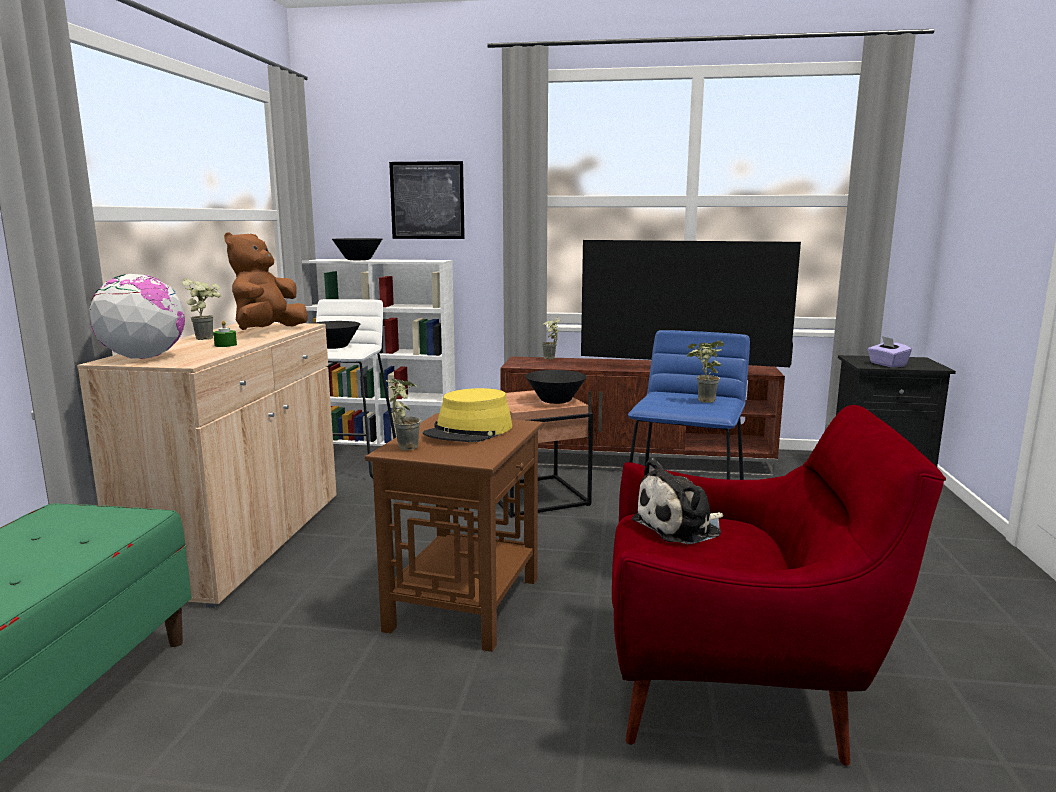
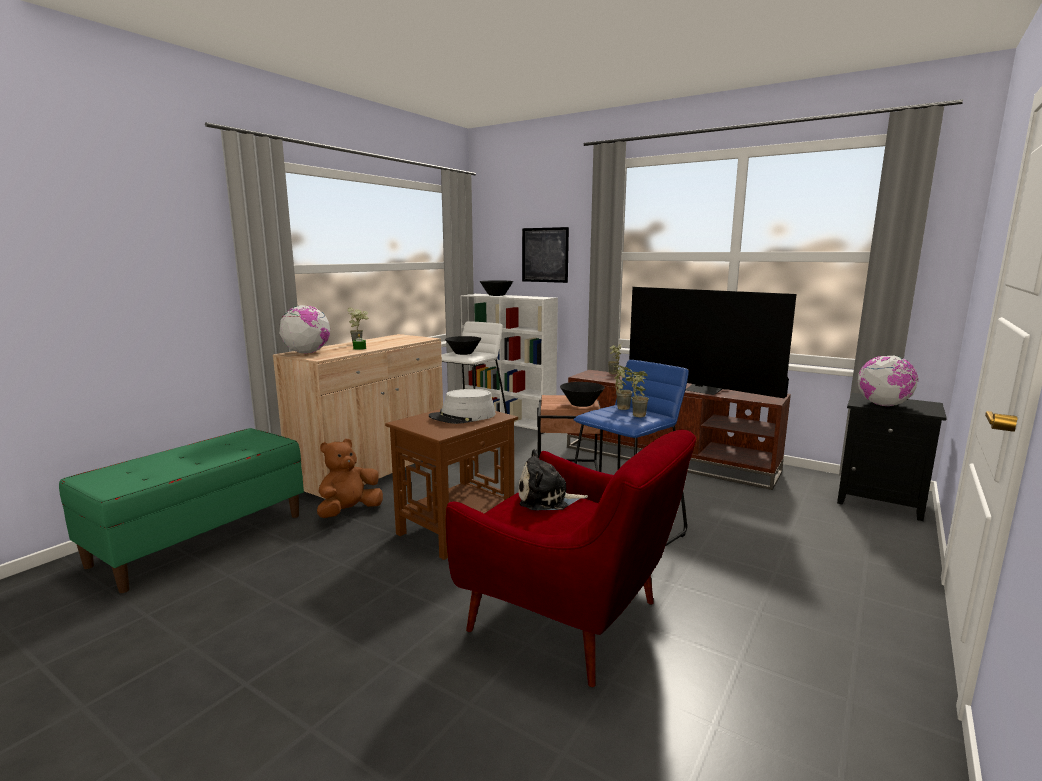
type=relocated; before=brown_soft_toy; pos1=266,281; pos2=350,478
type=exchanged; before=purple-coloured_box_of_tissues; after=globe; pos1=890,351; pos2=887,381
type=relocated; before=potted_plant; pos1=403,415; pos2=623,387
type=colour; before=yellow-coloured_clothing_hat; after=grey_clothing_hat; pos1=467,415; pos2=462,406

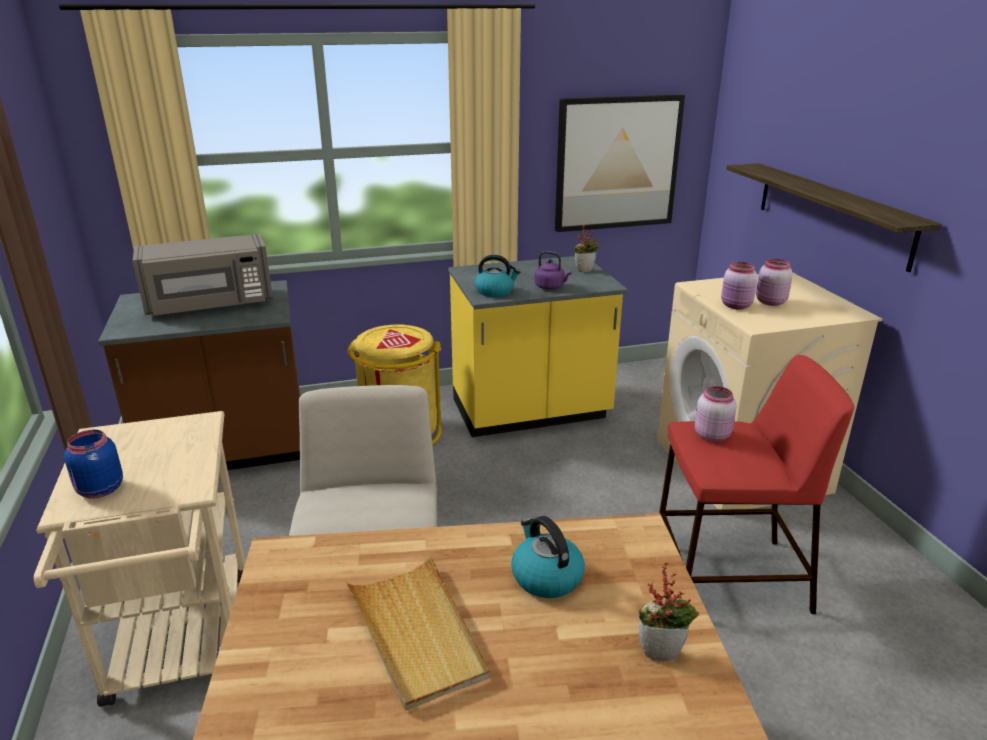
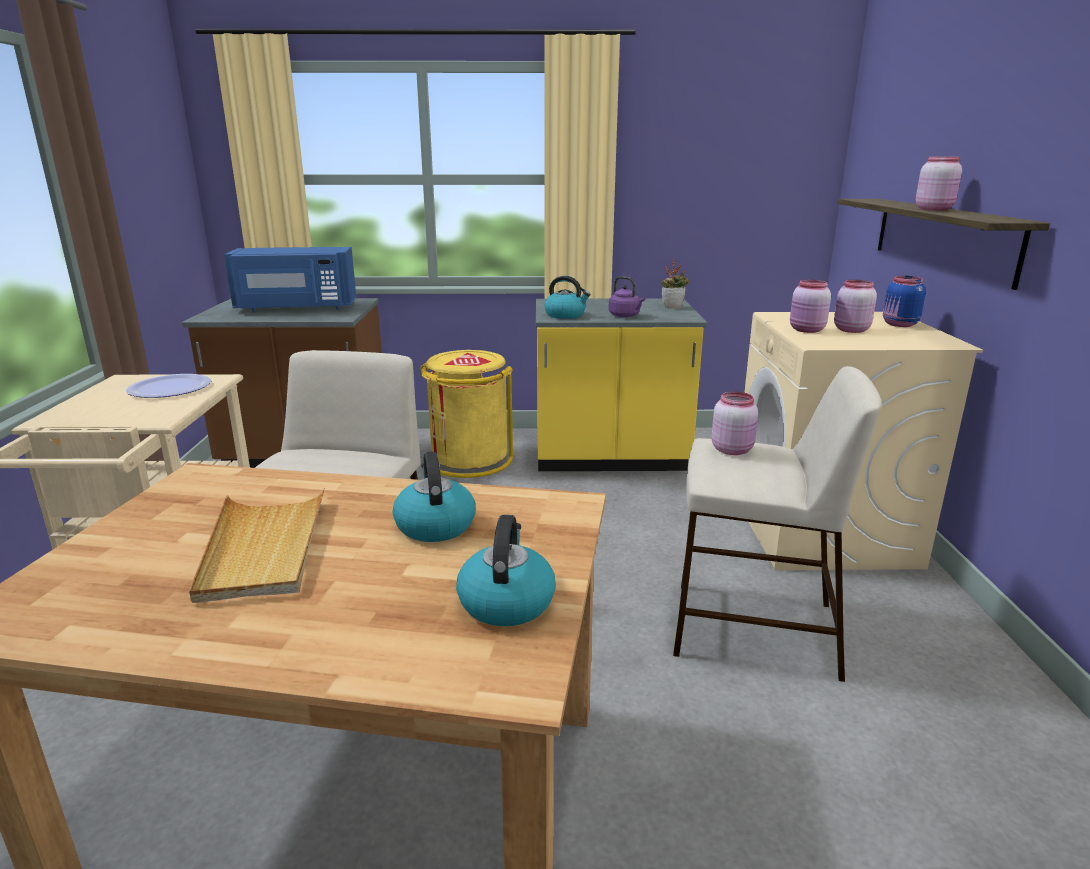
type=missing; before=wall_picture; pos1=620,163
type=colour; before=grey_microwave_oven; after=blue_microwave_oven; pos1=203,275; pos2=290,279
type=colour; before=red_stool_seat; after=beige-coloured_stool_seat; pos1=756,484; pos2=777,524
type=relocated; before=blue_jar; pos1=93,464; pos2=904,301
type=exchanged; before=potted_plant; after=tea_kettle; pos1=669,611; pos2=506,570
type=appeared; after=pinkish_jar; pos2=939,183
type=appeared; after=flat_dish; pos2=168,386

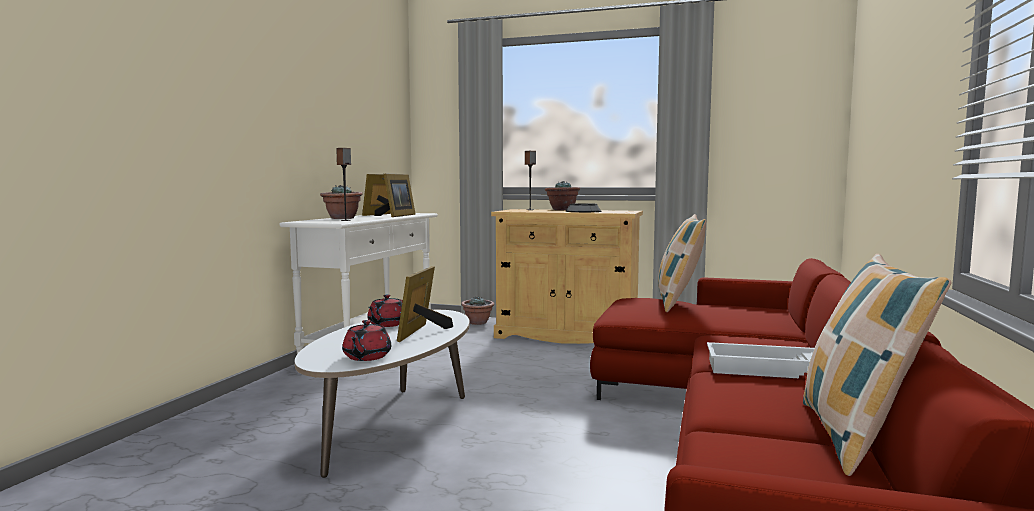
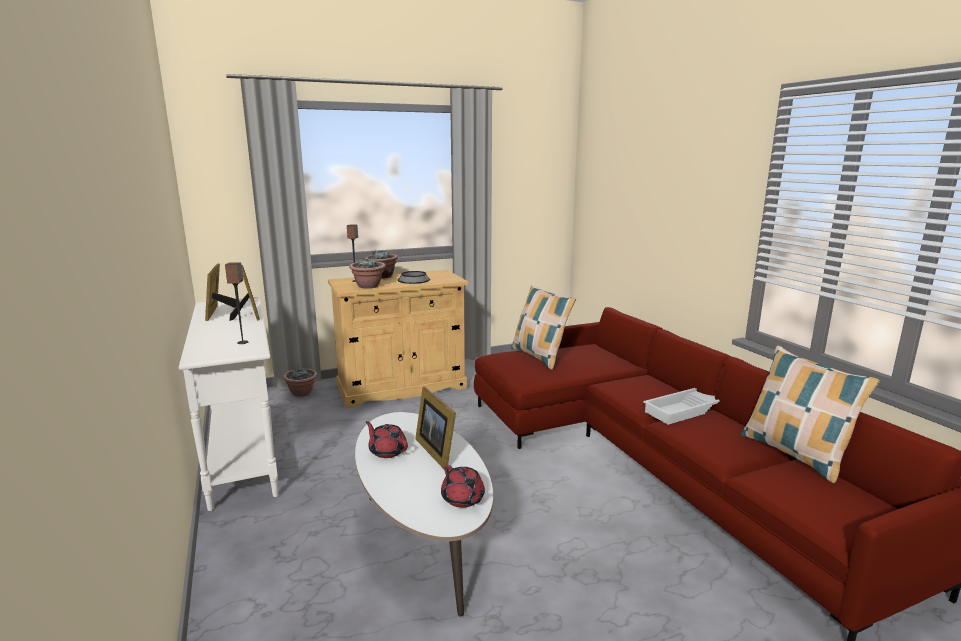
type=relocated; before=potted_plant; pos1=341,202; pos2=367,273
type=spun; before=red_pot_for_tea; pos1=385,310; pos2=387,439; turn=150

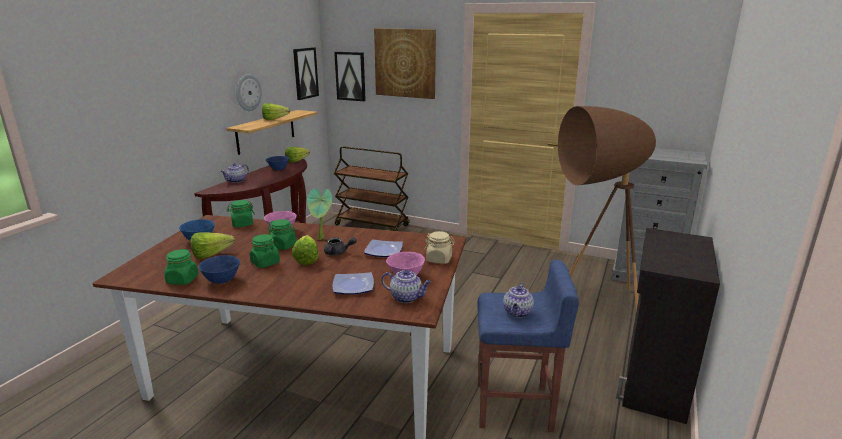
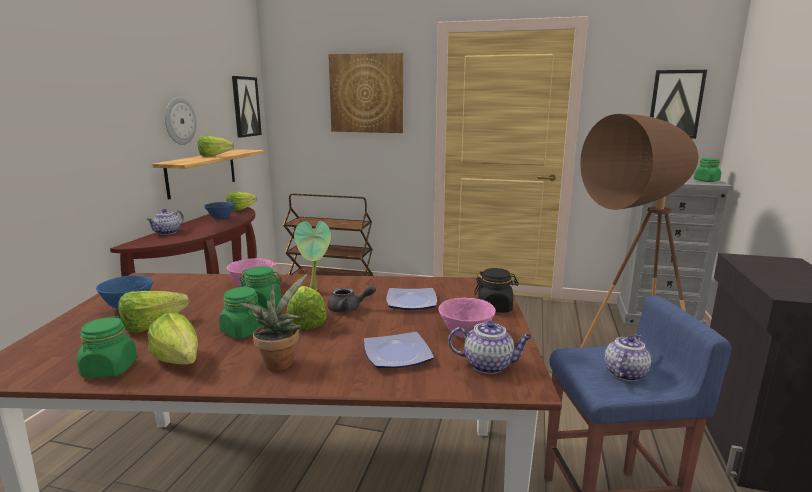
type=relocated; before=wall_picture; pos1=350,76; pos2=678,104
type=relocated; before=green_jar; pos1=241,213; pos2=707,170
type=colour; before=beige-coloured_jar; after=blackish_jar; pos1=439,247; pos2=496,290
type=exchanged; before=blue_serving_bowl; after=lettuce_head; pos1=219,269; pos2=172,338
type=spun; before=pot_for_tea; pos1=518,300; pos2=627,357; turn=-150
type=appeared; after=potted_plant; pos2=273,322

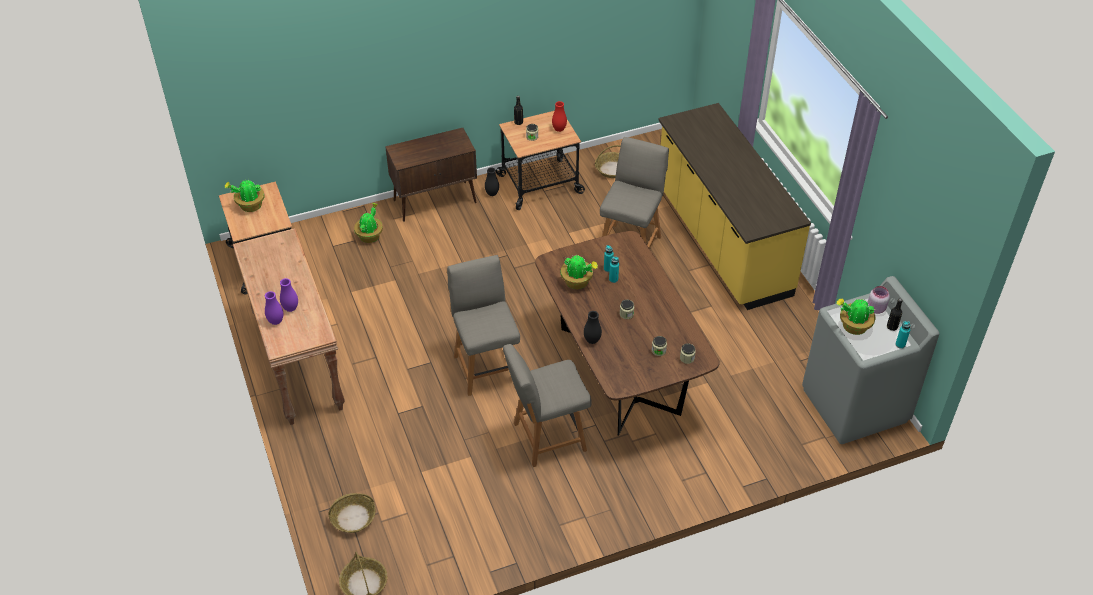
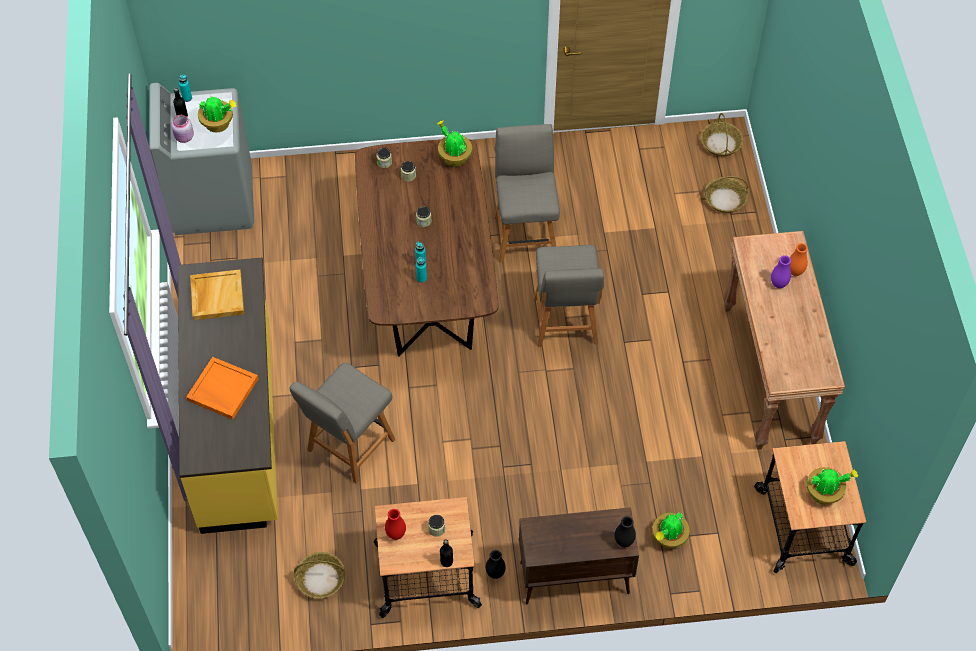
type=relocated; before=potted_plant; pos1=579,272; pos2=454,144
type=colour; before=purple-coloured_decorative_vase; after=orangey_decorative_vase; pos1=274,308; pos2=799,259
type=relocated; before=blackish_decorative_vase; pos1=593,327; pos2=625,531
type=spun; before=grey_plain_chair; pos1=547,405; pos2=527,193; turn=-90
type=appeared; after=beige-coloured_tray; pos2=217,294
type=appeared; after=orangey_tray; pos2=222,388

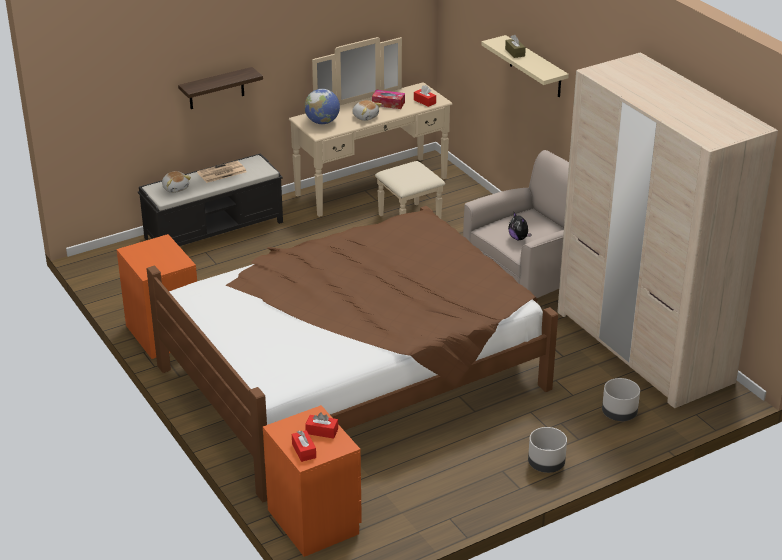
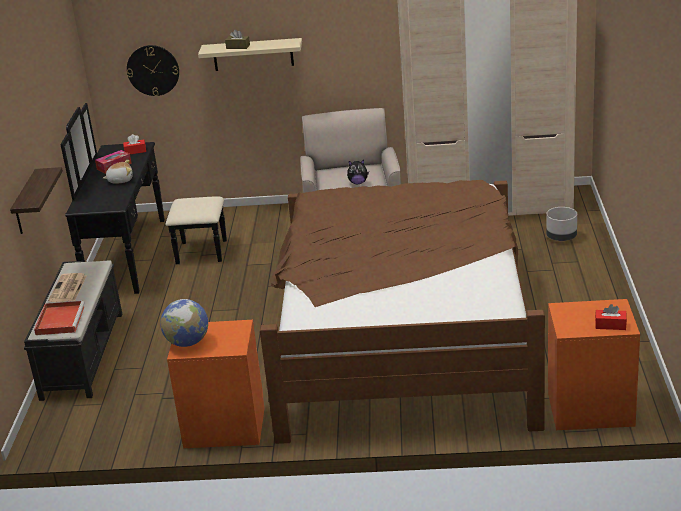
type=colour; before=beige-coloured_chest_of_drawers; after=blackish_chest_of_drawers; pos1=370,128; pos2=143,198
type=relocated; before=globe; pos1=322,106; pos2=184,323
type=exchanged; before=soft_toy; after=red_tray; pos1=176,182; pos2=59,318
type=missing; before=red_box_of_tissues; pos1=321,425
type=missing; before=grey_flower_pot; pos1=547,450
type=appeared; after=wall_clock; pos2=153,70

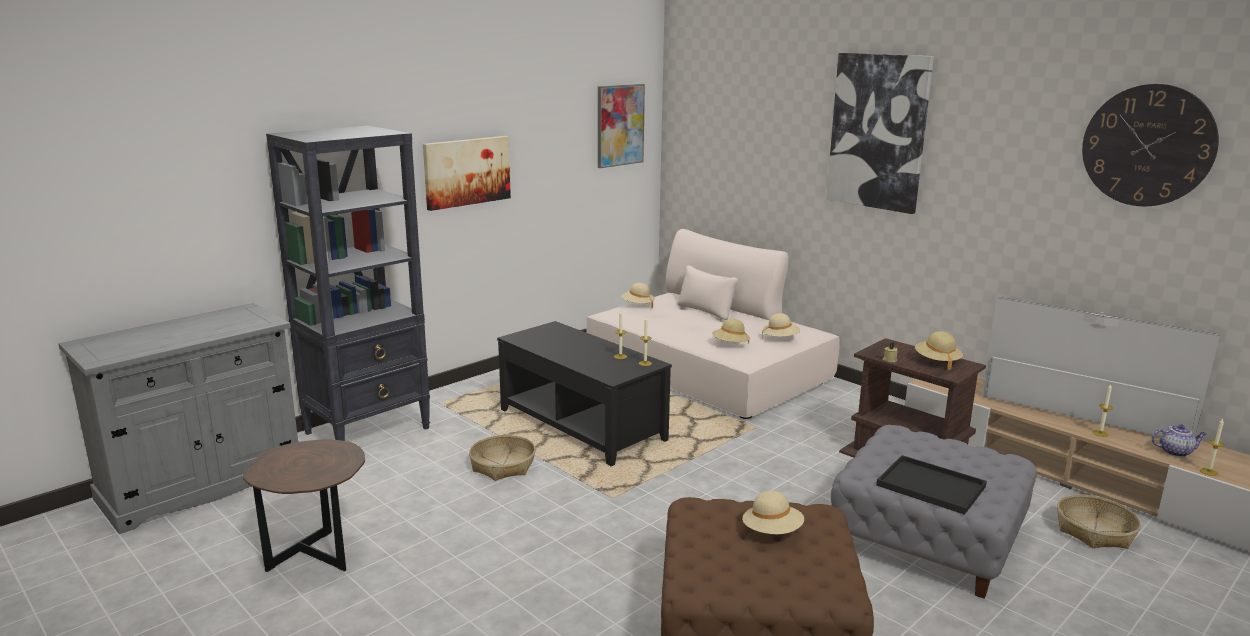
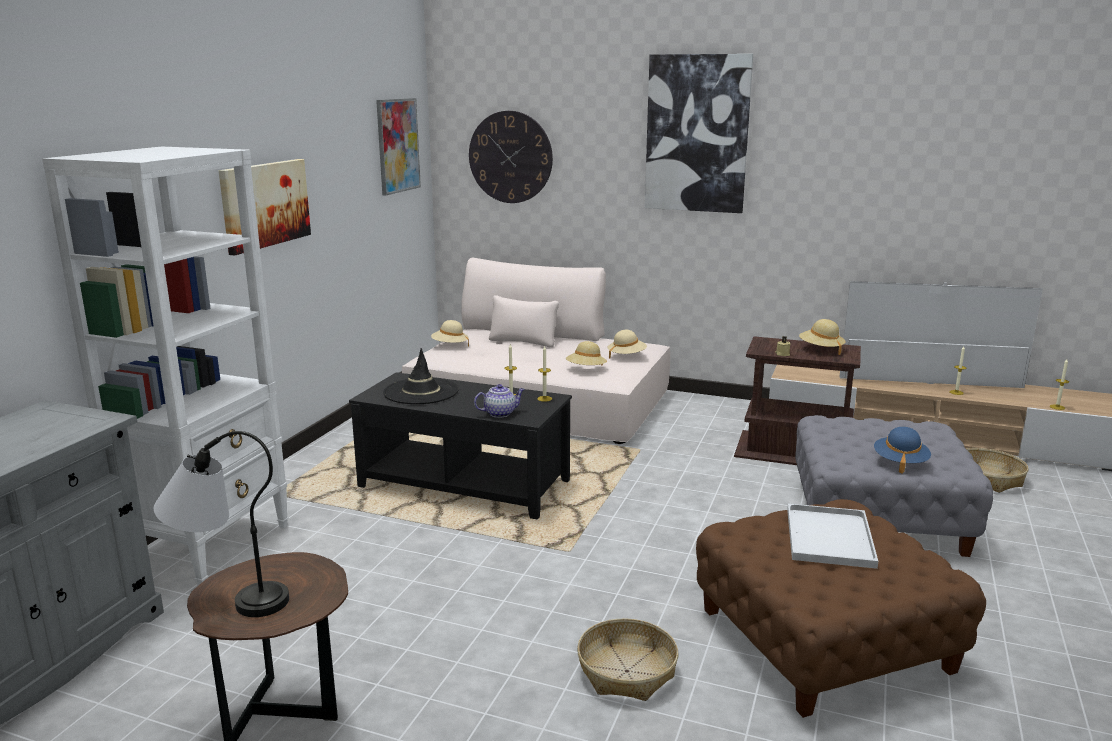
type=relocated; before=wall_clock; pos1=1150,145; pos2=511,157
type=colour; before=blackish_shelving_unit; after=white_shelving_unit; pos1=348,283; pos2=165,366
type=relocated; before=pot_for_tea; pos1=1179,440; pos2=499,401
type=relocated; before=storage_basket; pos1=502,458; pos2=627,660
type=exchanged; before=blackish_tray; after=blue_clothing_hat; pos1=931,485; pos2=902,450
type=exchanged; before=beige-coloured_clothing_hat; after=white_tray; pos1=773,512; pos2=832,536
type=appeared; after=blackish_clothing_hat; pos2=421,376
type=appeared; after=tabletop_lamp; pos2=221,524

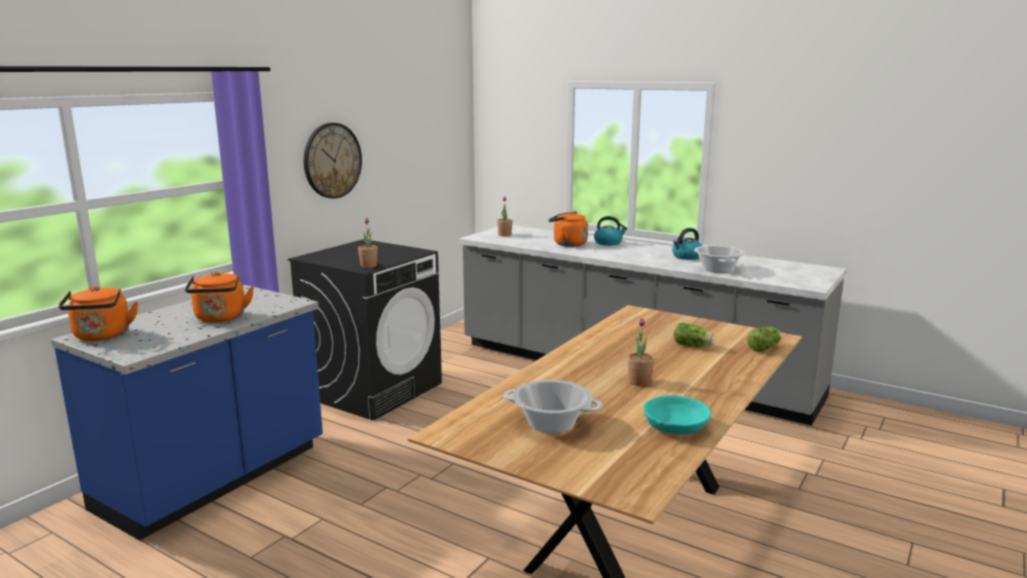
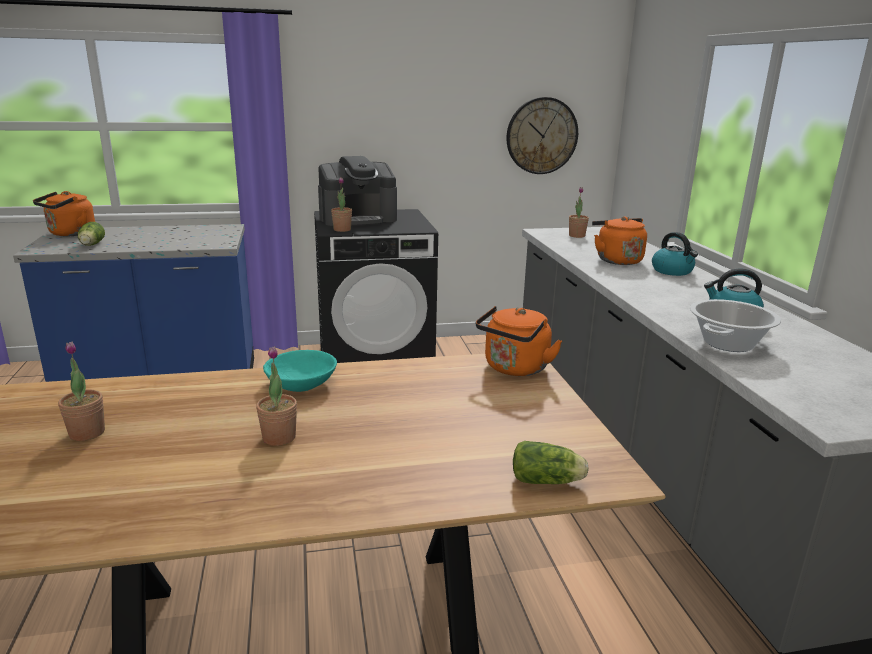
type=relocated; before=wall_clock; pos1=333,161; pos2=542,135
type=relocated; before=orangey_tea_kettle; pos1=219,297; pos2=519,341
type=relocated; before=lettuce_head; pos1=694,335; pos2=91,234
type=exchanged; before=saucepot; after=potted_plant; pos1=552,406; pos2=81,391
type=relocated; before=blue-green_serving_bowl; pos1=677,415; pos2=300,371
type=appeared; after=coffee_brewer; pos2=357,191

